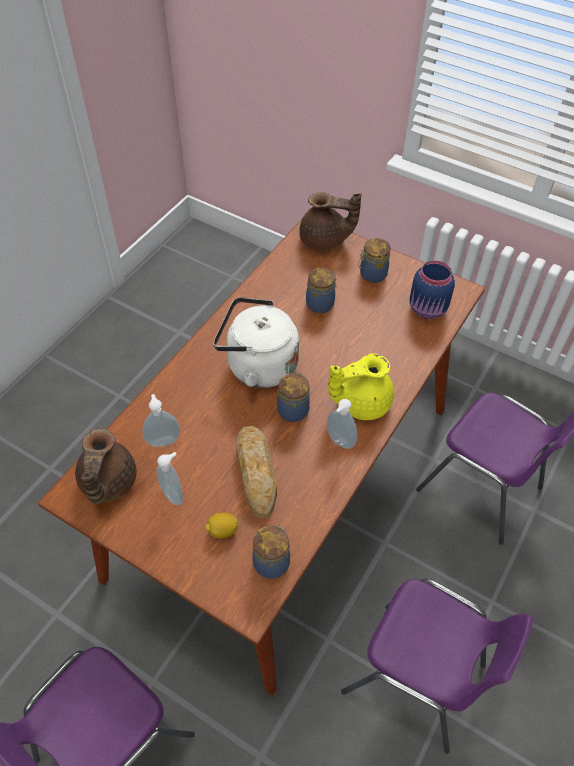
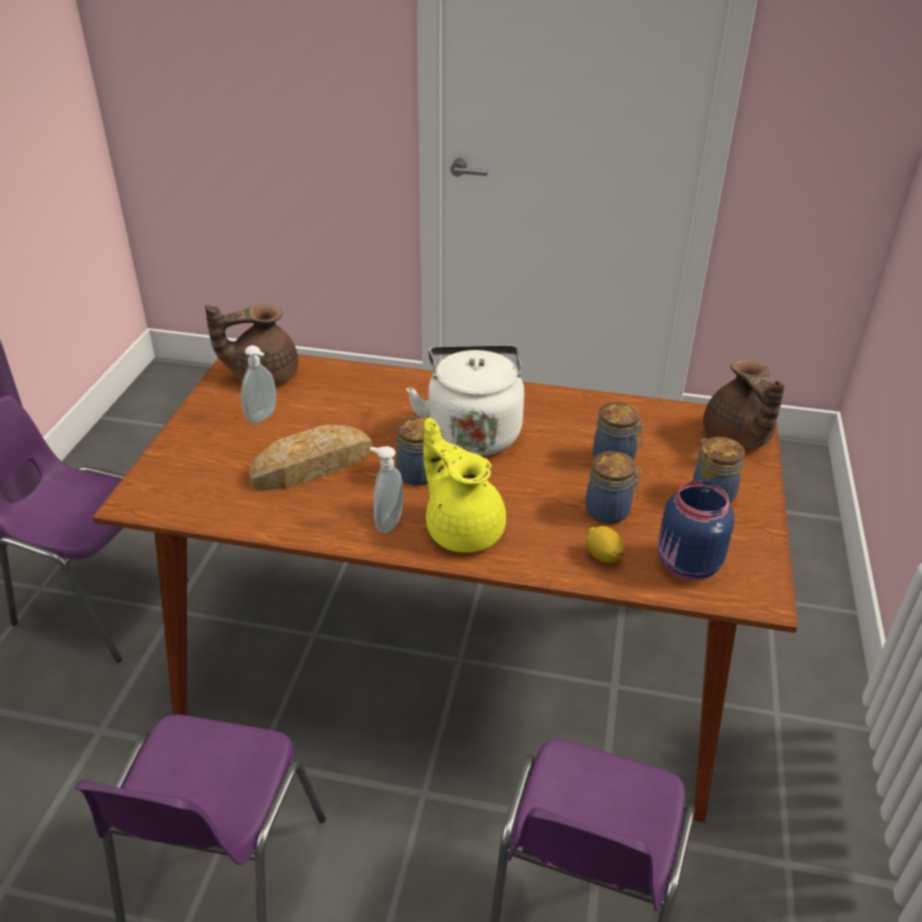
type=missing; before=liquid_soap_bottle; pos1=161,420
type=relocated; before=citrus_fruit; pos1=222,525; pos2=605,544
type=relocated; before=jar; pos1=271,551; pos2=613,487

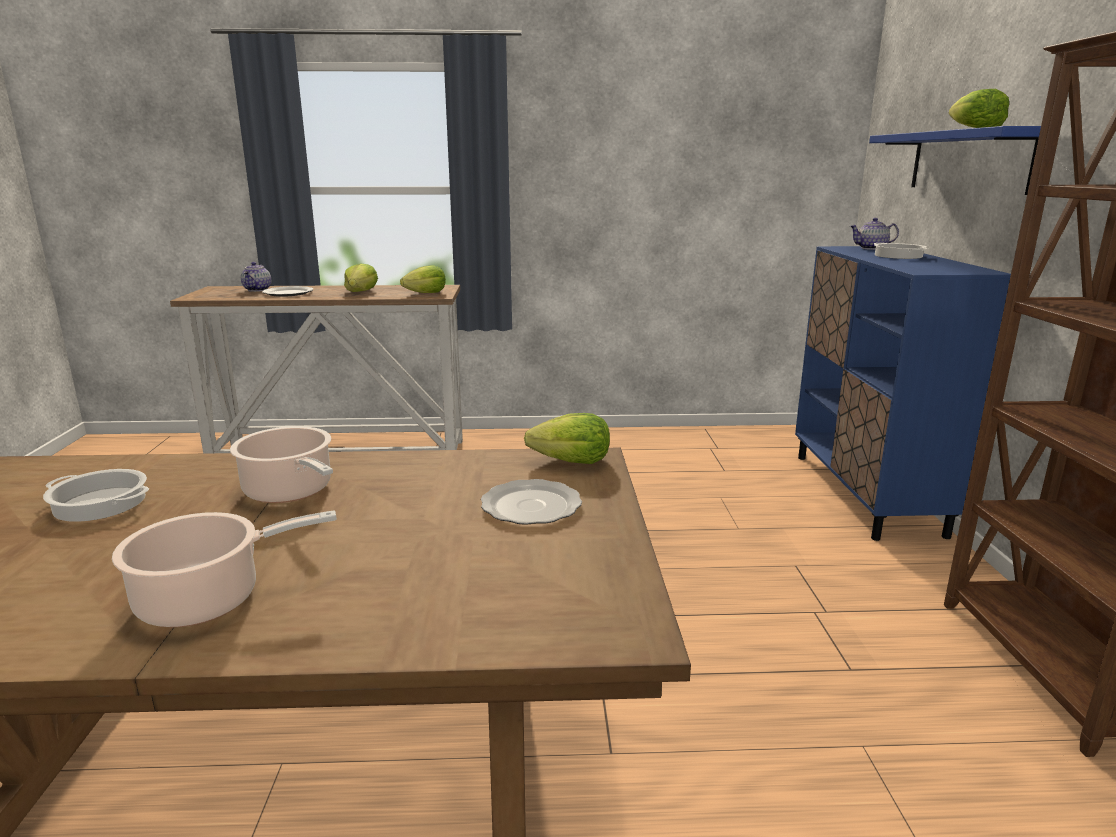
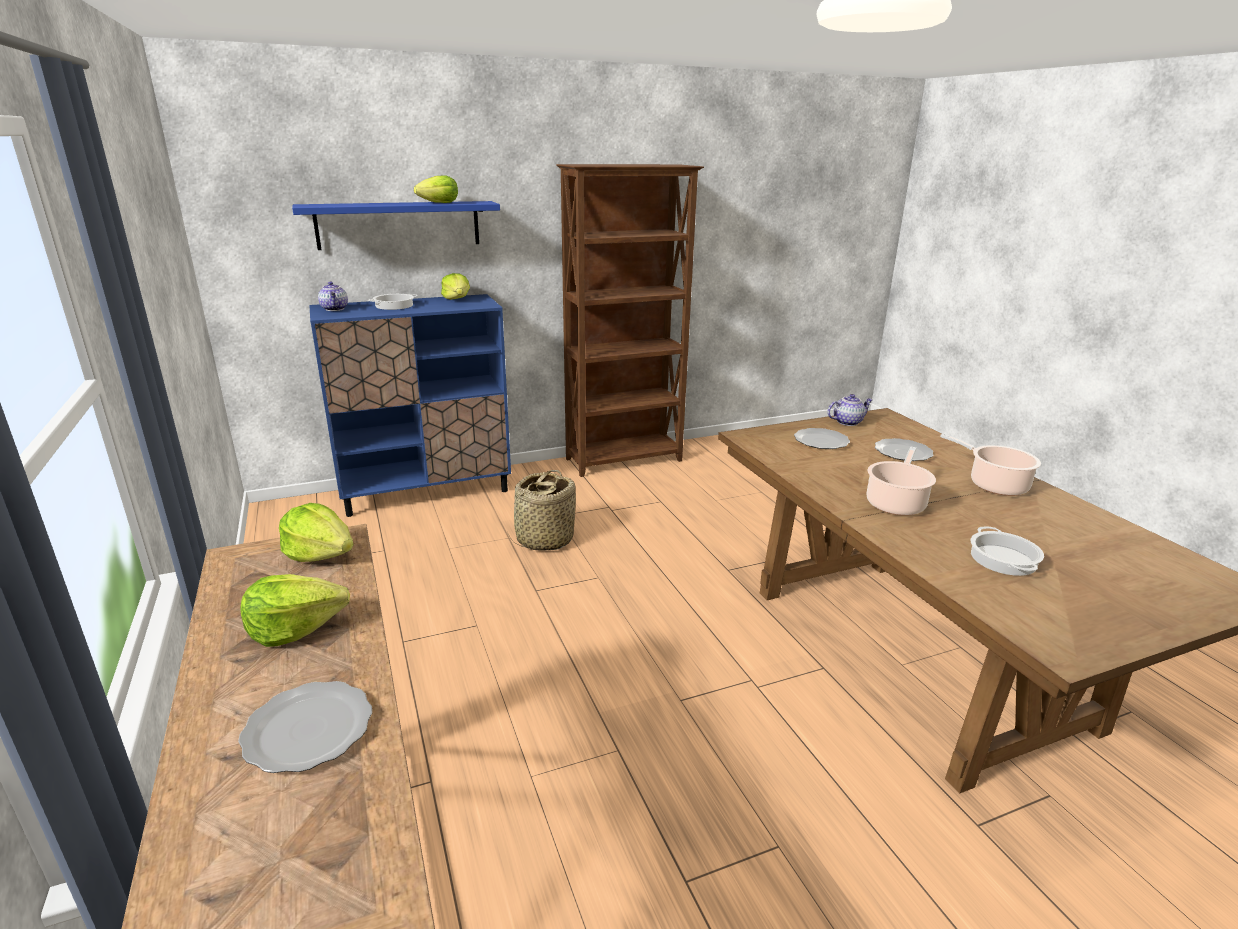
type=relocated; before=pot_for_tea; pos1=256,277; pos2=850,410
type=relocated; before=lettuce_head; pos1=567,438; pos2=455,286
type=appeared; after=flat_dish; pos2=904,449
type=appeared; after=storage_basket; pos2=541,510

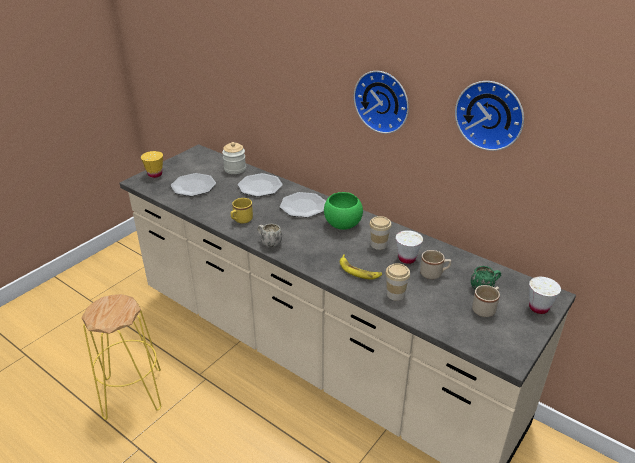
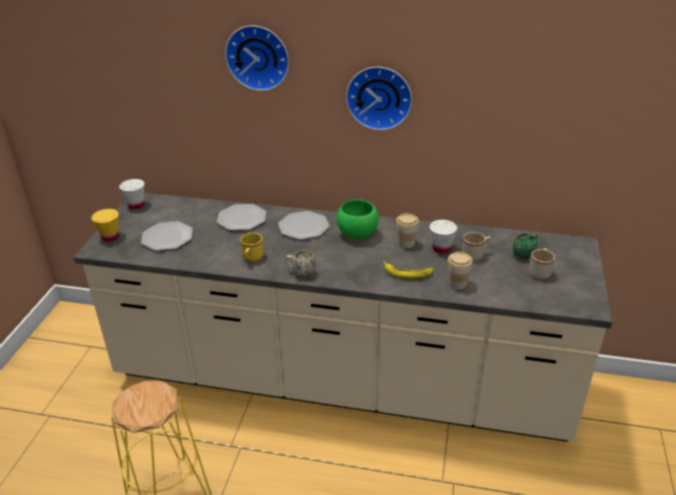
type=relocated; before=wall_clock; pos1=489,116; pos2=257,58
type=missing; before=jar; pos1=234,158
type=relocated; before=white_small_cup; pos1=545,295; pos2=132,194

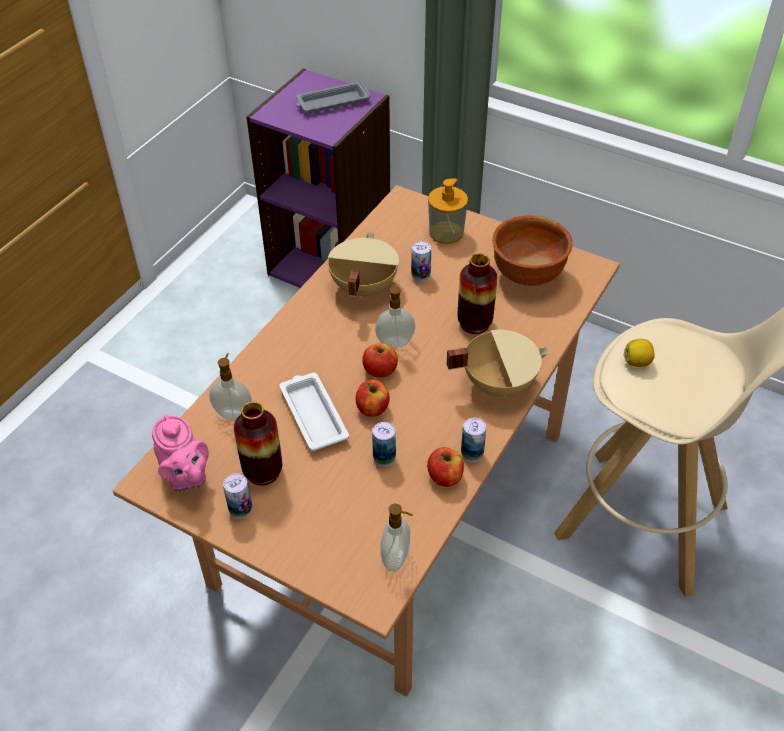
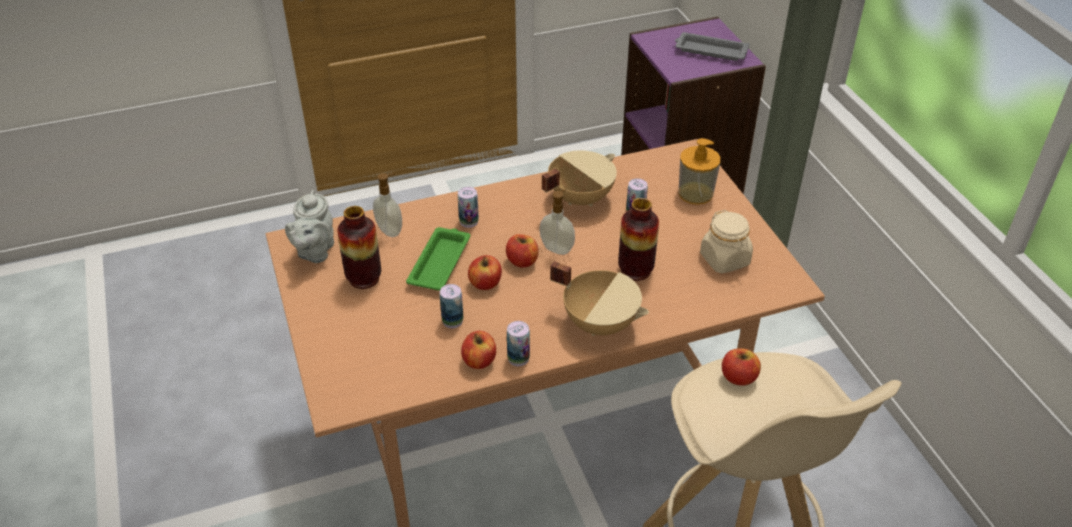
type=exchanged; before=brown_serving_bowl; after=beige-coloured_jar; pos1=532,250; pos2=726,242
type=exchanged; before=citrus_fruit; after=apple; pos1=639,353; pos2=741,367
type=colour; before=white_tray; after=green_tray; pos1=314,412; pos2=438,259
type=colour; before=pinkish_pot_for_tea; after=grey_pot_for_tea; pos1=180,453; pos2=309,226
type=relocated; before=can; pos1=237,496; pos2=468,207
type=missing; before=liquid_soap_bottle; pos1=396,537

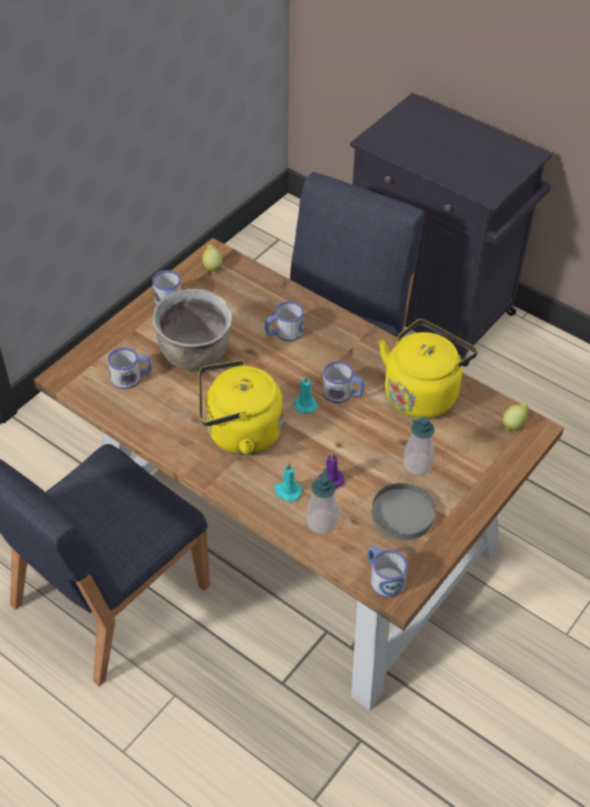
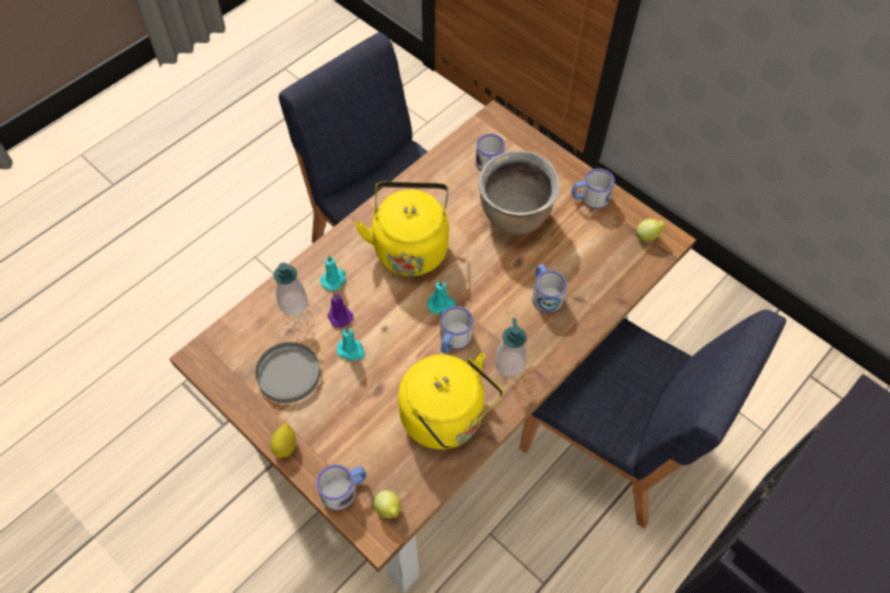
type=relocated; before=liquid_soap_bottle; pos1=419,445; pos2=511,347
type=relocated; before=mug; pos1=387,571; pos2=342,487
type=appeared; after=blue-green_wax_light; pos2=351,344
type=appeared; after=citrus_fruit; pos2=283,441

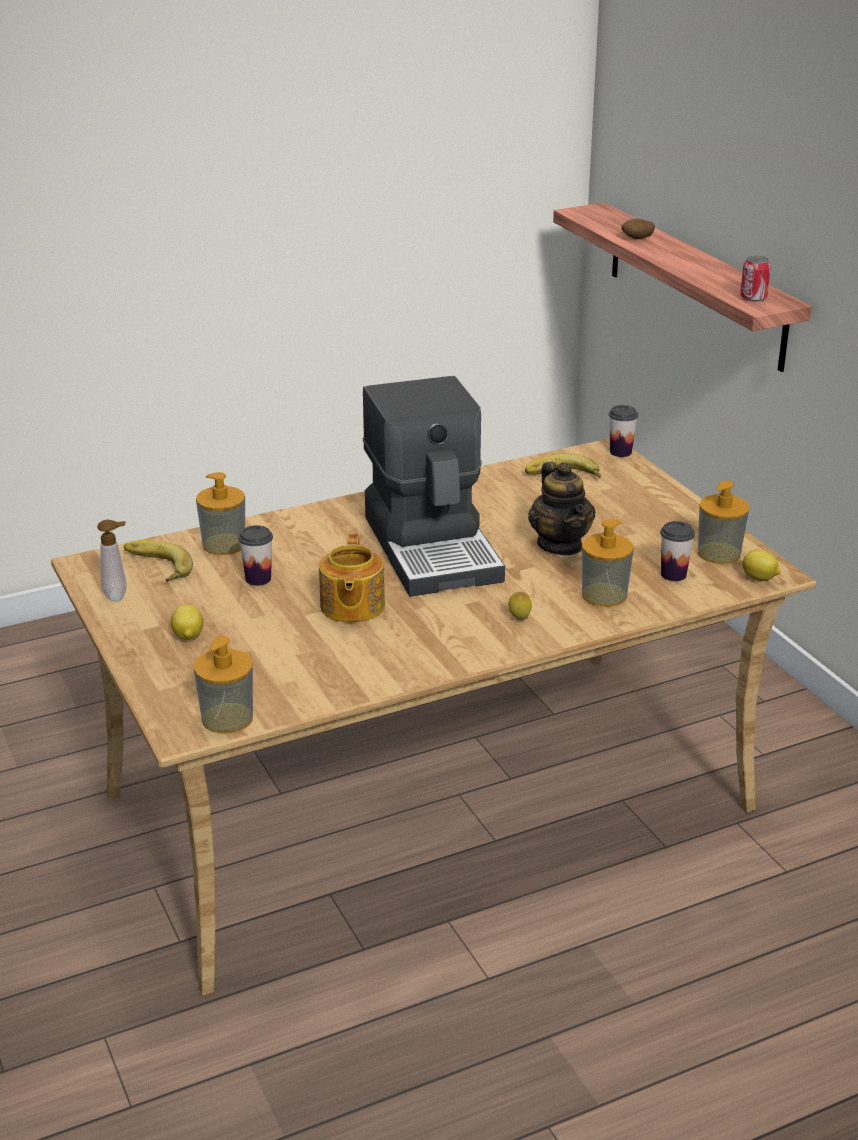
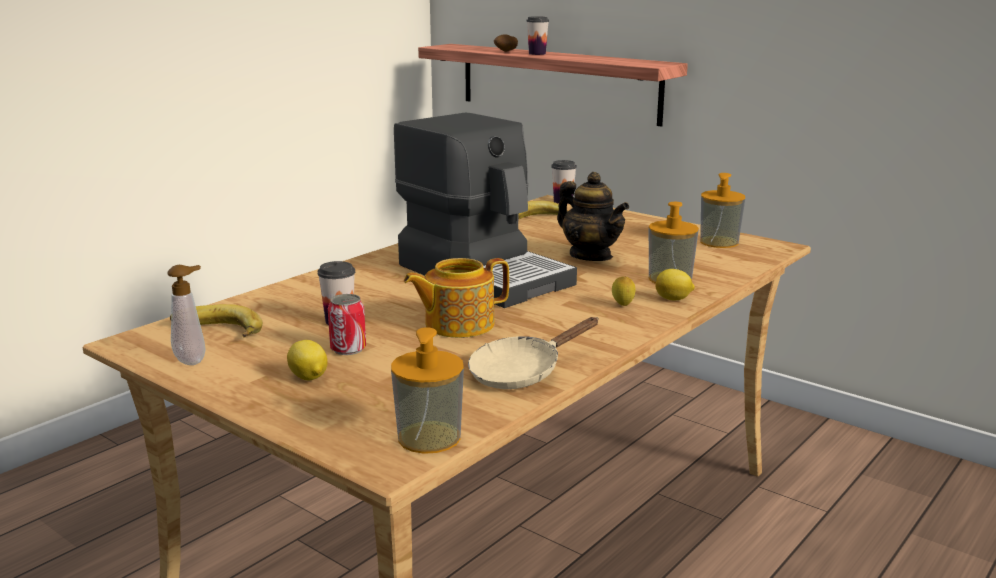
type=relocated; before=can; pos1=755,279; pos2=347,324
type=missing; before=liquid_soap_bottle; pos1=220,513
type=relocated; before=small_cup; pos1=677,551; pos2=537,35
type=spun; before=pot_for_tea; pos1=352,578; pos2=456,298; turn=90
type=relocated; before=citrus_fruit; pos1=761,565; pos2=675,284
type=appeared; after=beige-coloured_pan; pos2=533,353

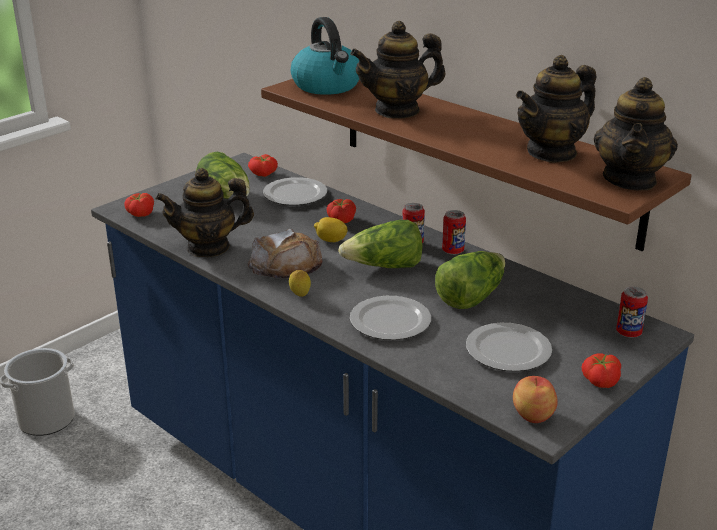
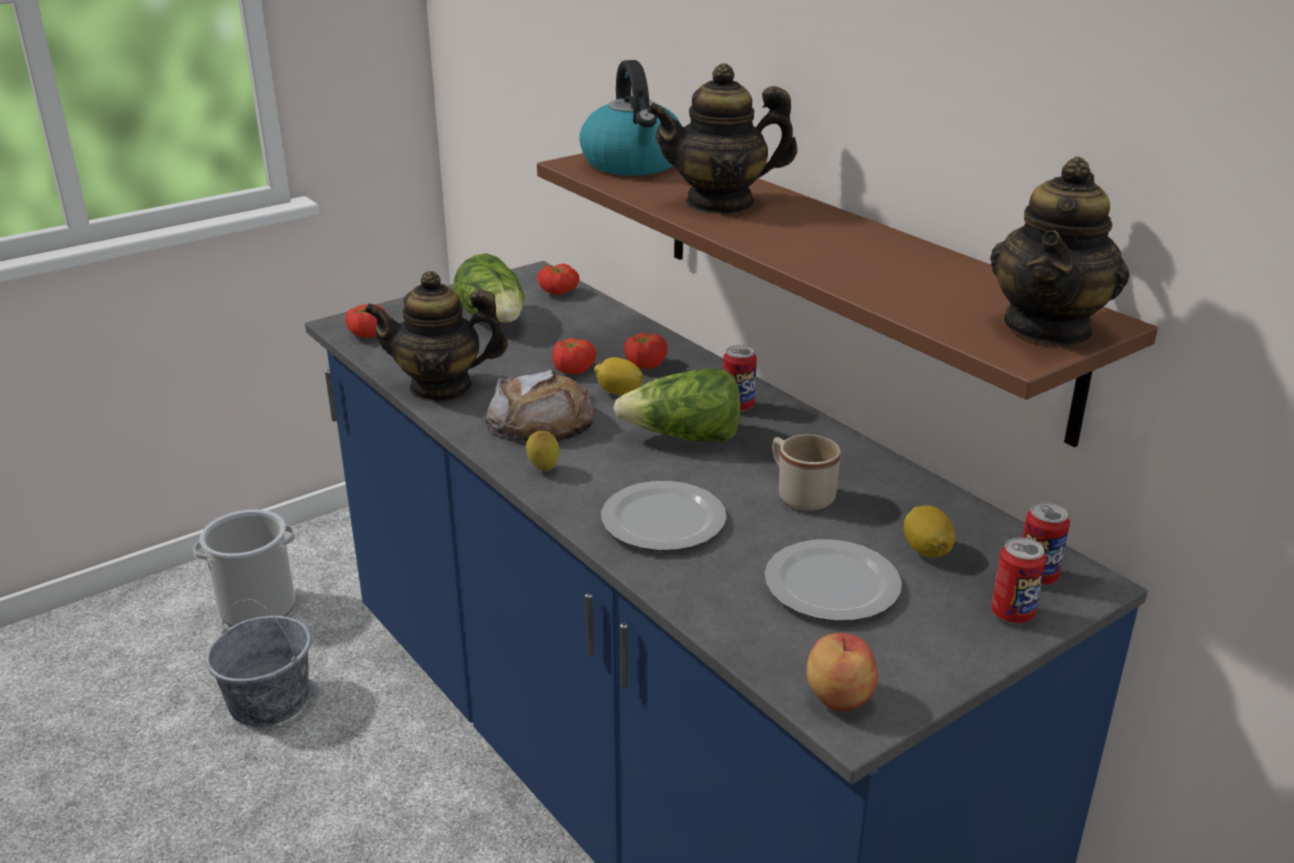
type=missing; before=pot_for_tea; pos1=556,109
type=missing; before=flat_dish; pos1=295,191
type=relocated; before=can; pos1=454,232; pos2=1018,580
type=exchanged; before=lettuce_head; after=beige-coloured_mug; pos1=470,280; pos2=807,472
type=relocated; before=tomato; pos1=601,370; pos2=574,356
type=appeared; after=citrus_fruit; pos2=929,531
type=appeared; after=grey_water_bucket; pos2=258,663

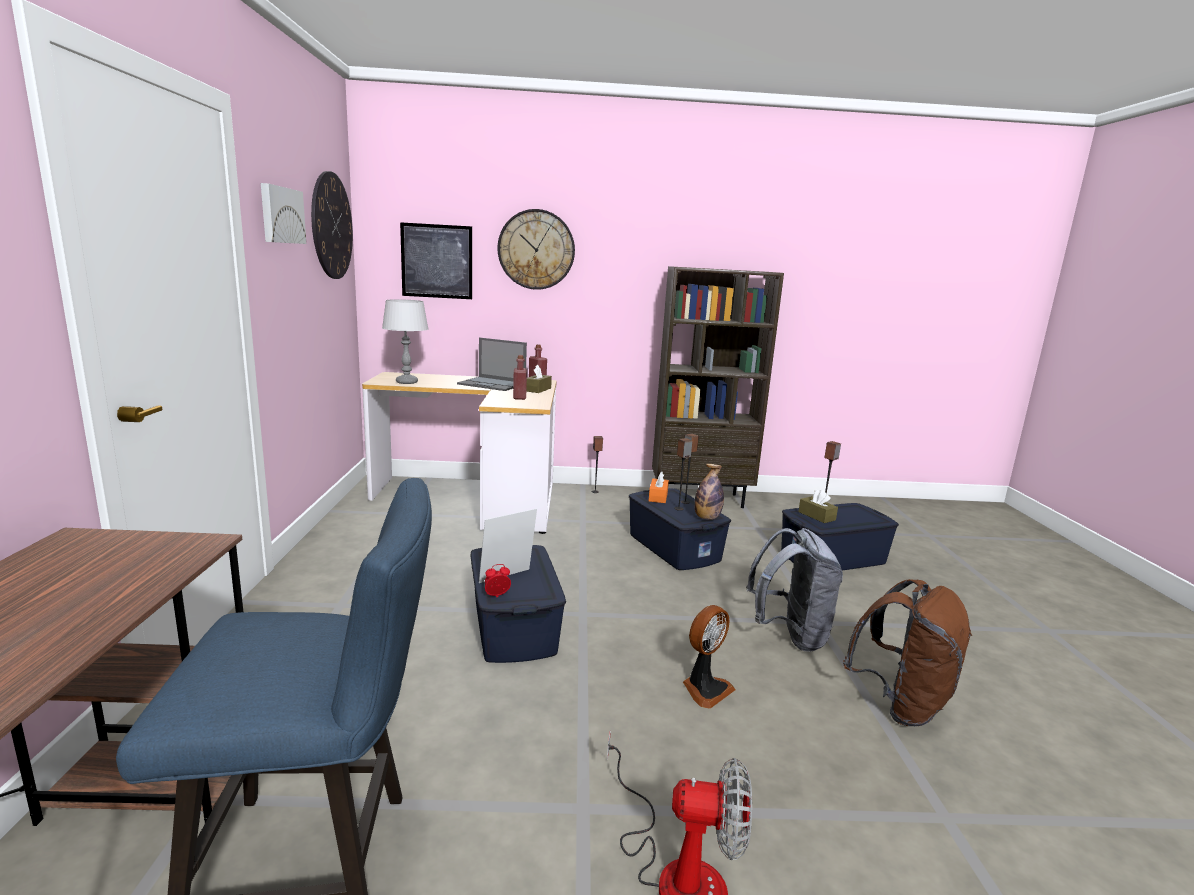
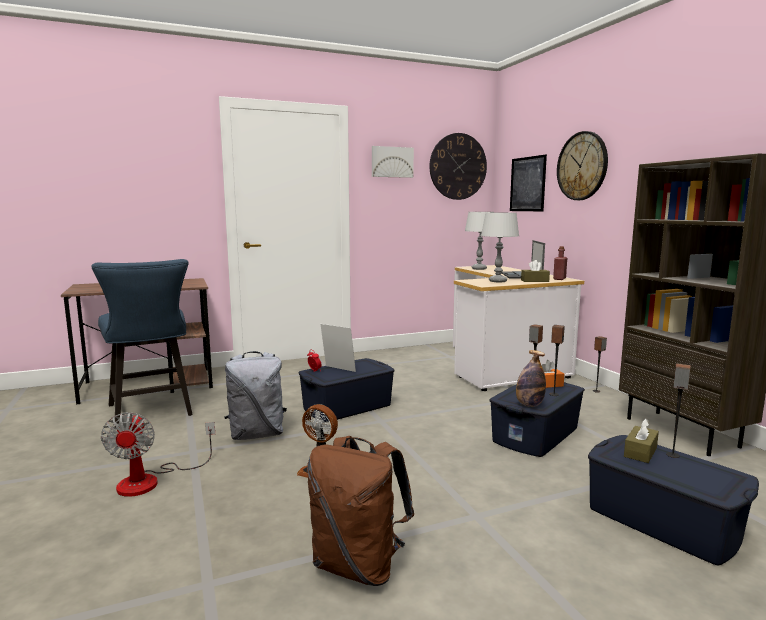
type=exchanged; before=red_beverage_bottle; after=grey_tabletop_lamp; pos1=520,377; pos2=500,247
type=relocated; before=grey_rucksack; pos1=794,590; pos2=255,395

